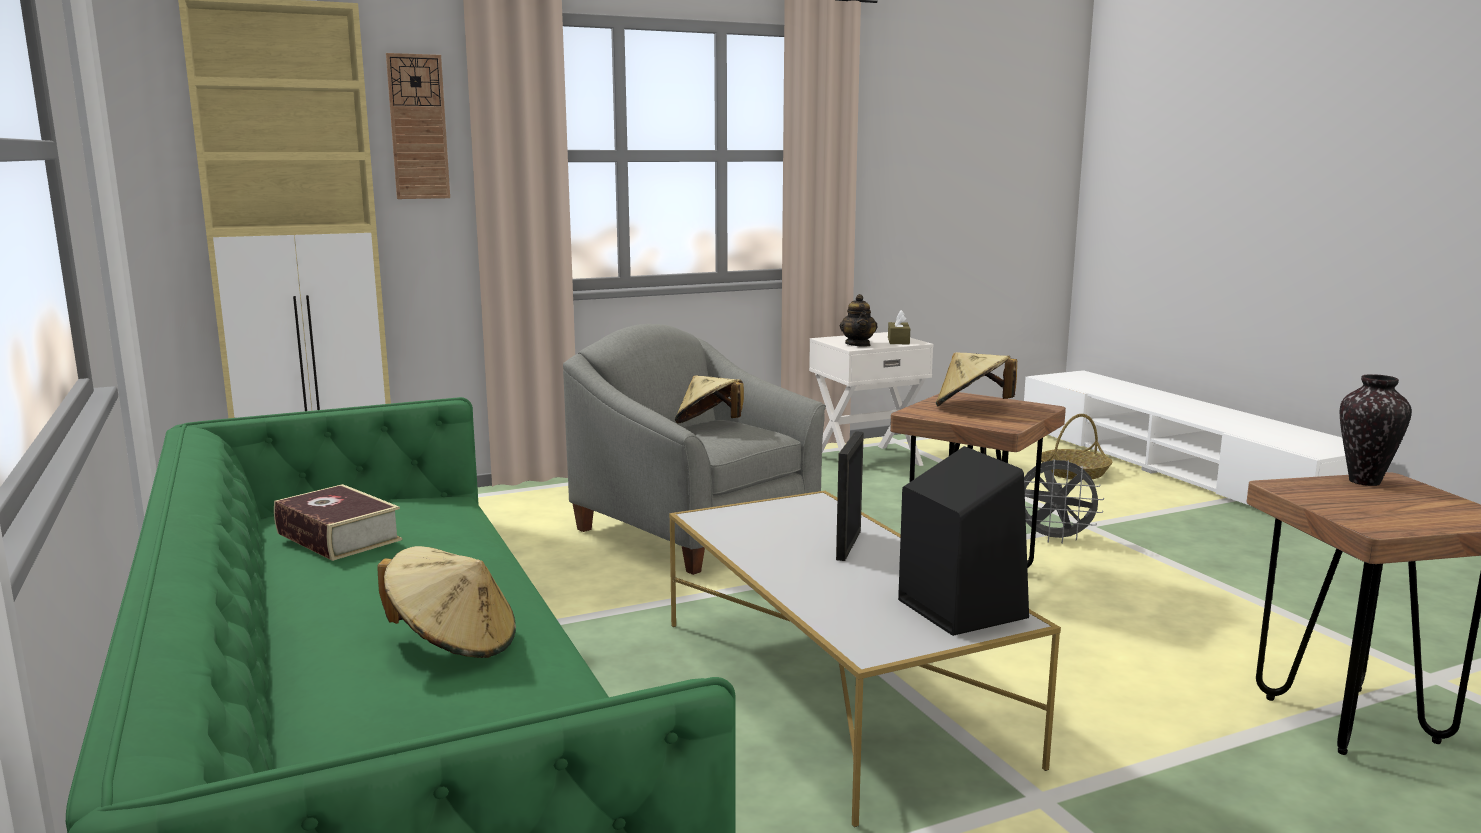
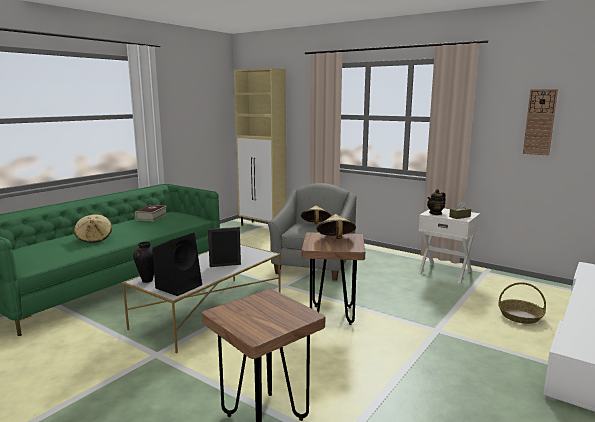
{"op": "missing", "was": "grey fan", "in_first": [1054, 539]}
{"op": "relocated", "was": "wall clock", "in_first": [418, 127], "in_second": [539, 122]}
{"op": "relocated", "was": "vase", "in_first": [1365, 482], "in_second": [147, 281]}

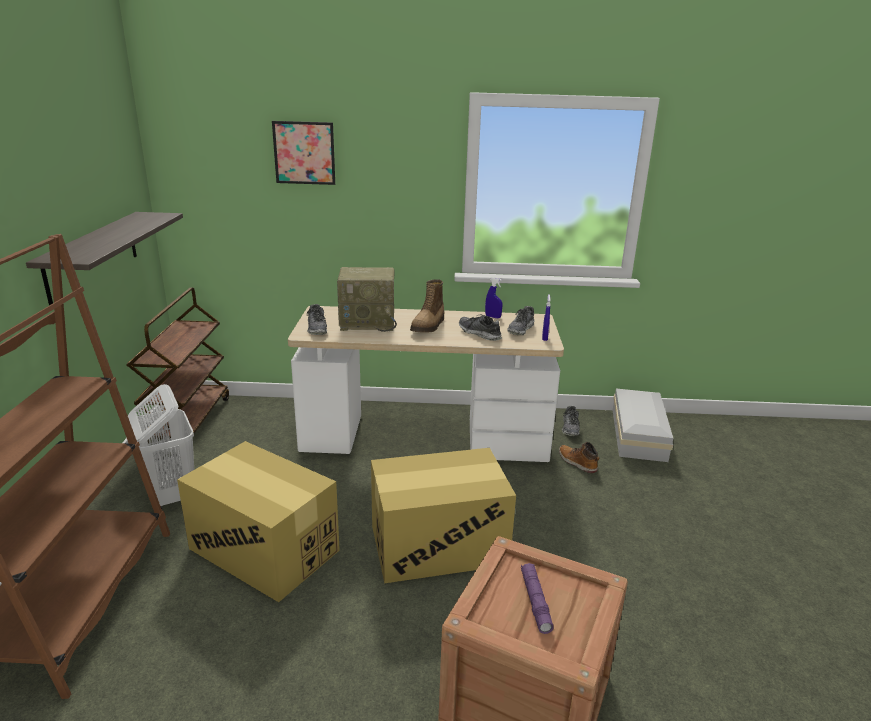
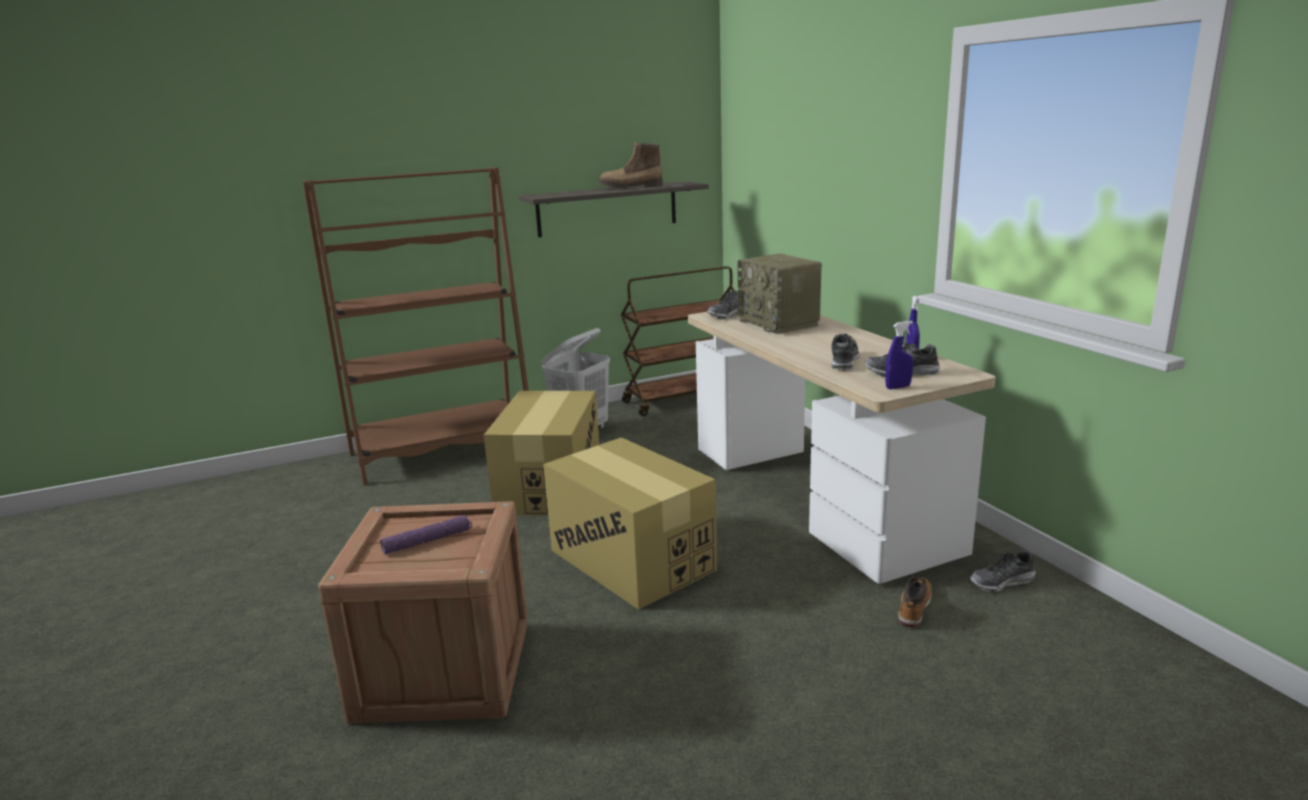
{"op": "missing", "was": "picture", "in_first": [304, 153]}
{"op": "missing", "was": "white storage box", "in_first": [639, 433]}
{"op": "relocated", "was": "boot", "in_first": [429, 326], "in_second": [630, 188]}

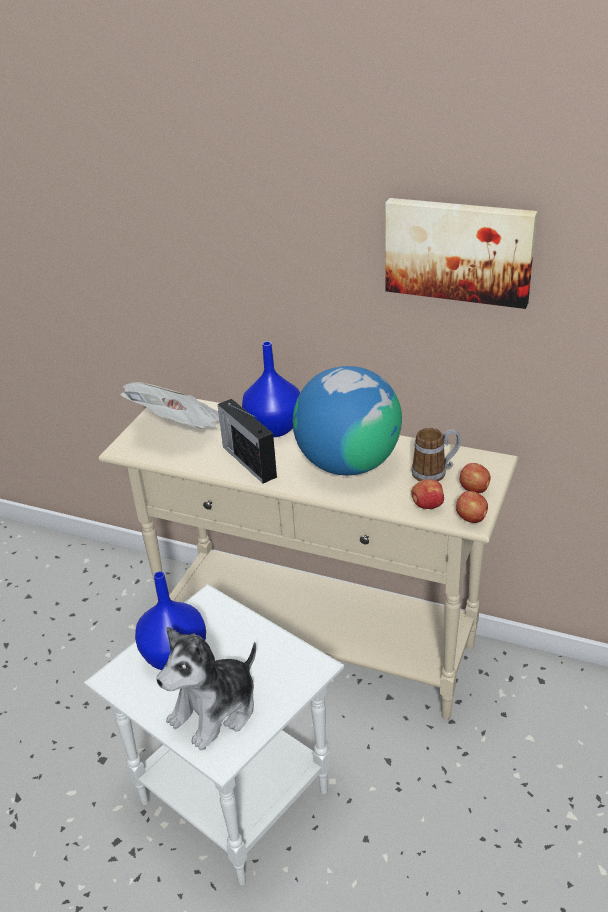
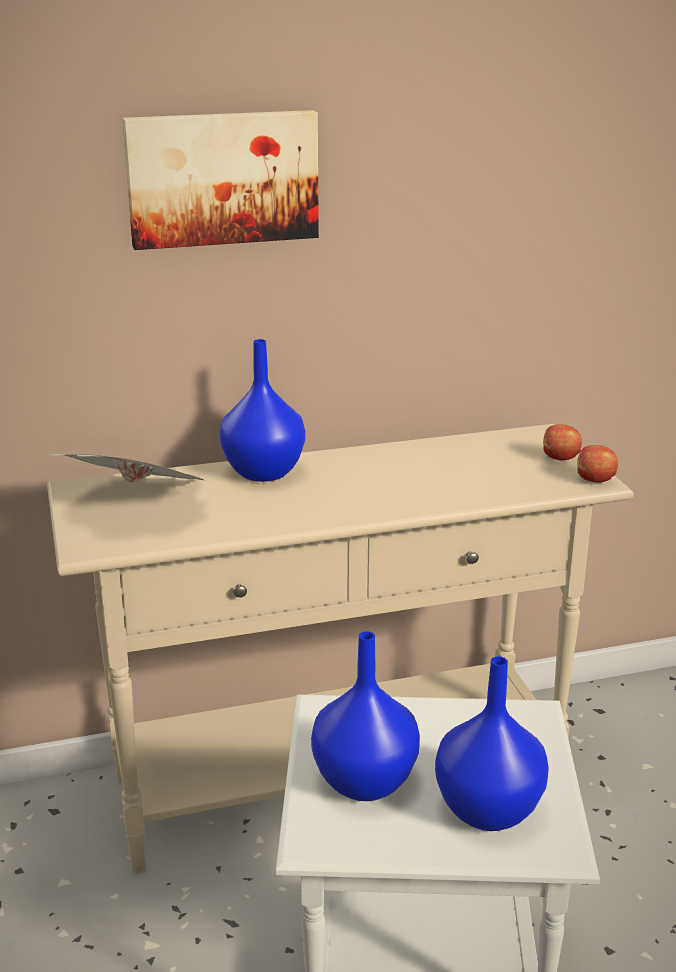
{"op": "missing", "was": "radio", "in_first": [248, 461]}
{"op": "missing", "was": "globe", "in_first": [348, 463]}
{"op": "missing", "was": "apple", "in_first": [427, 505]}
{"op": "missing", "was": "mug", "in_first": [435, 472]}
{"op": "relocated", "was": "picture", "in_first": [459, 250], "in_second": [222, 178]}
{"op": "exchanged", "was": "plush toy", "now": "blue vase", "in_first": [215, 710], "in_second": [490, 809]}

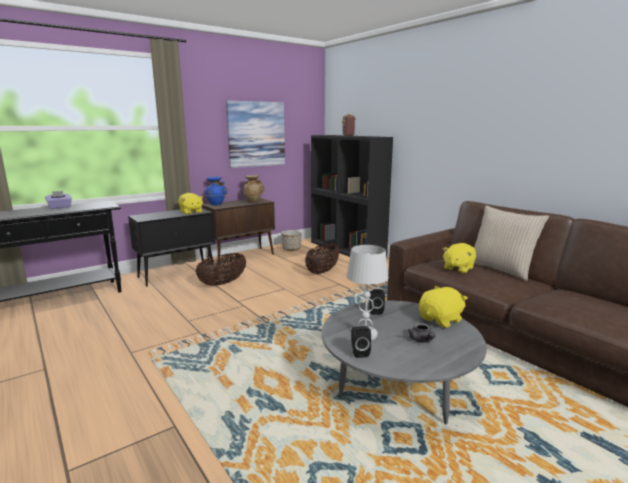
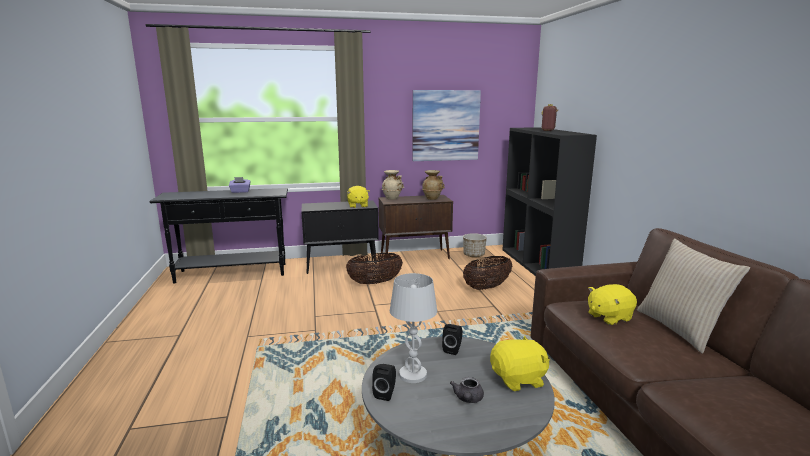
{"op": "colour", "was": "blue vase", "now": "beige vase", "in_first": [216, 204], "in_second": [392, 198]}

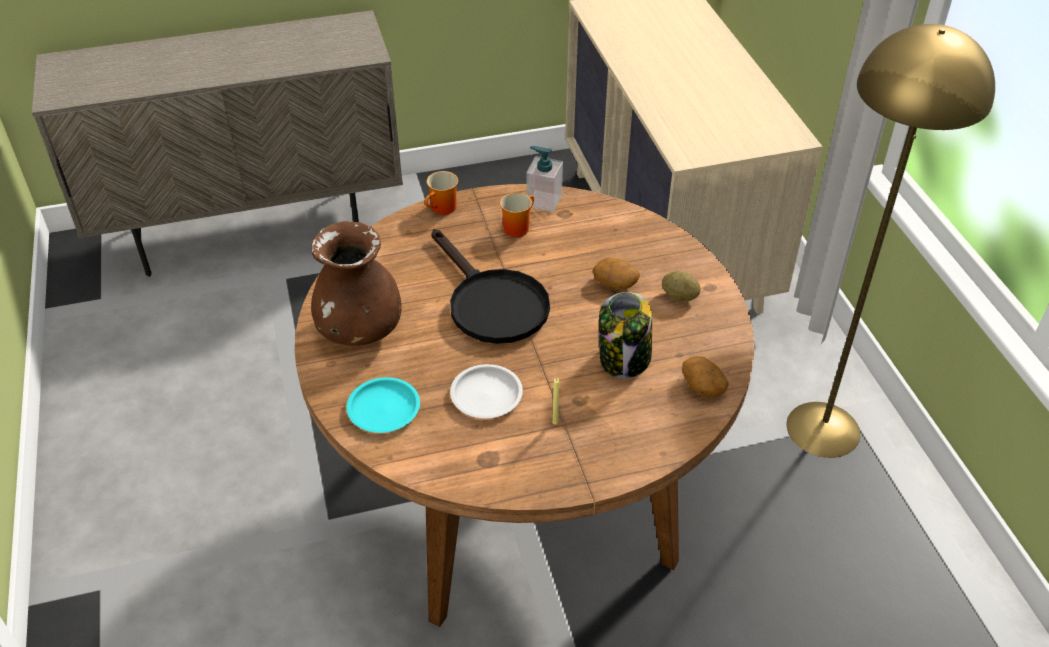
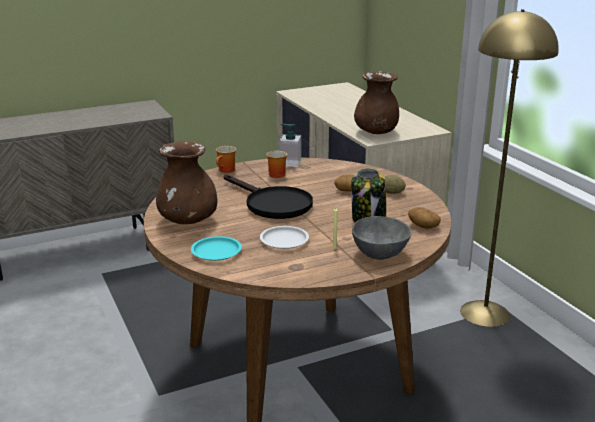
{"op": "appeared", "now": "grey bowl", "in_second": [380, 253]}
{"op": "appeared", "now": "brown vase", "in_second": [376, 132]}

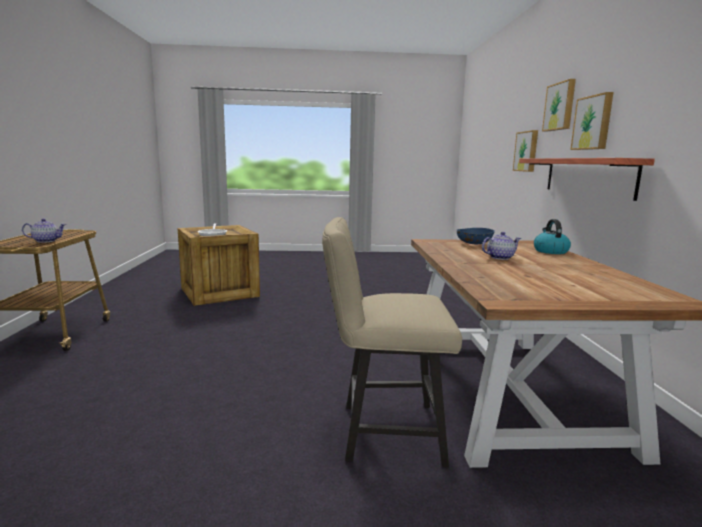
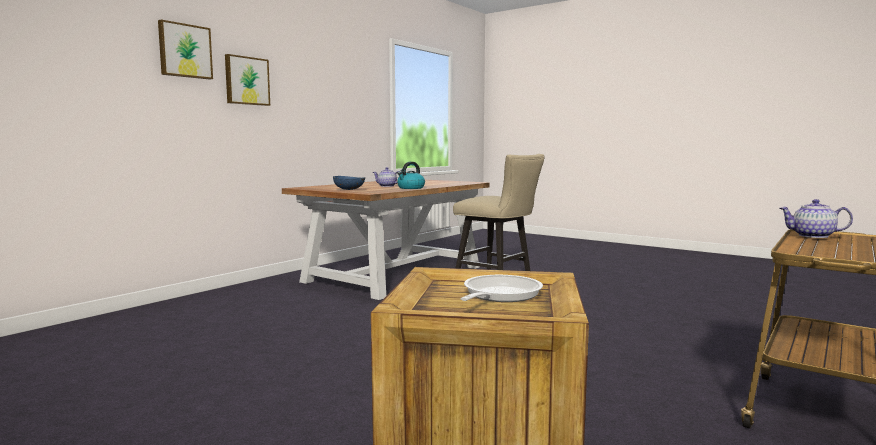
{"op": "missing", "was": "picture", "in_first": [527, 151]}
{"op": "missing", "was": "shelf", "in_first": [587, 176]}
{"op": "relocated", "was": "kettle", "in_first": [550, 251], "in_second": [410, 188]}

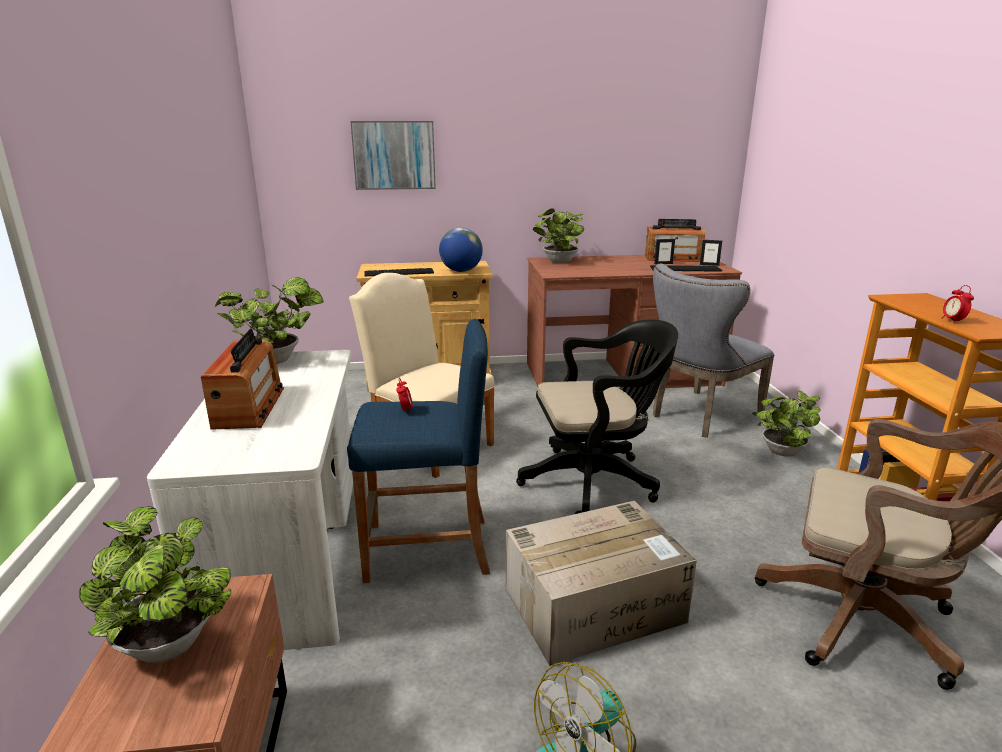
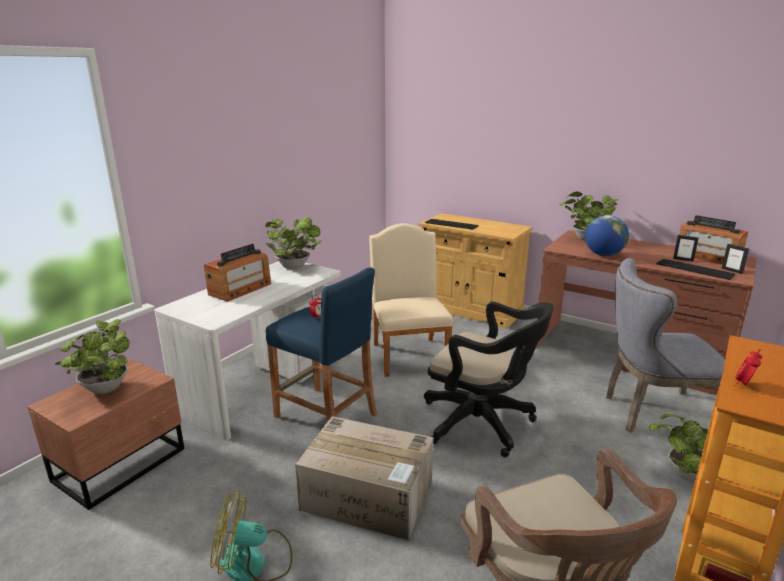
{"op": "missing", "was": "picture", "in_first": [394, 155]}
{"op": "relocated", "was": "globe", "in_first": [461, 271], "in_second": [603, 255]}

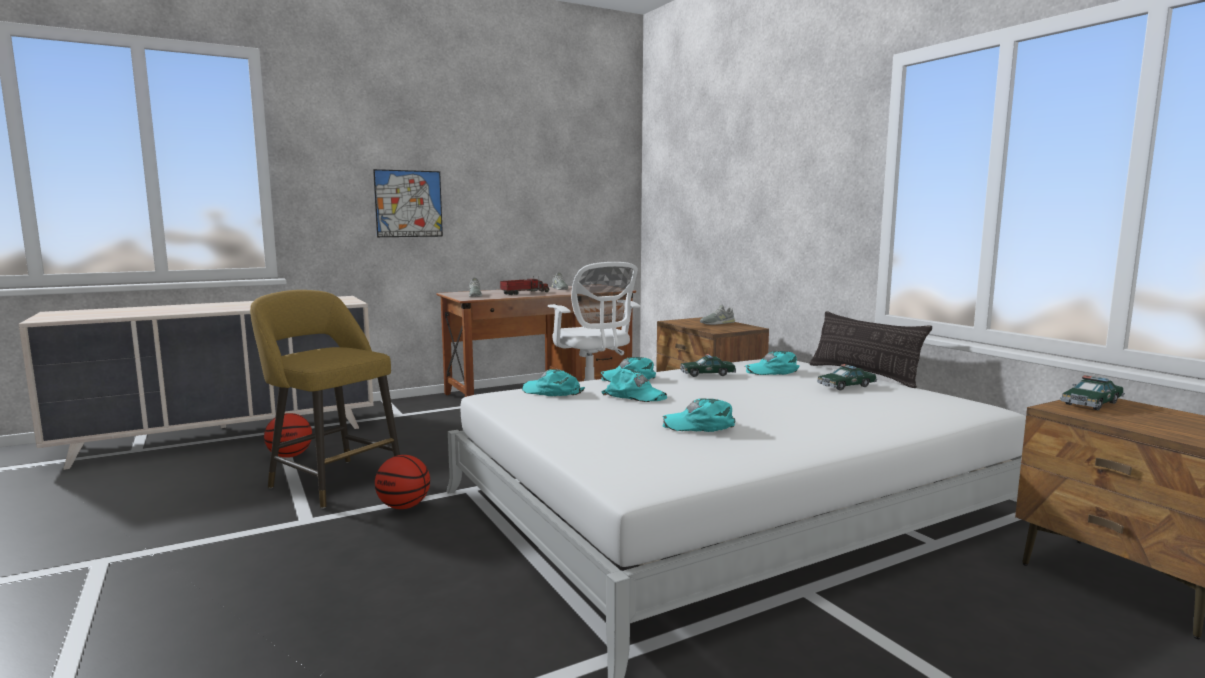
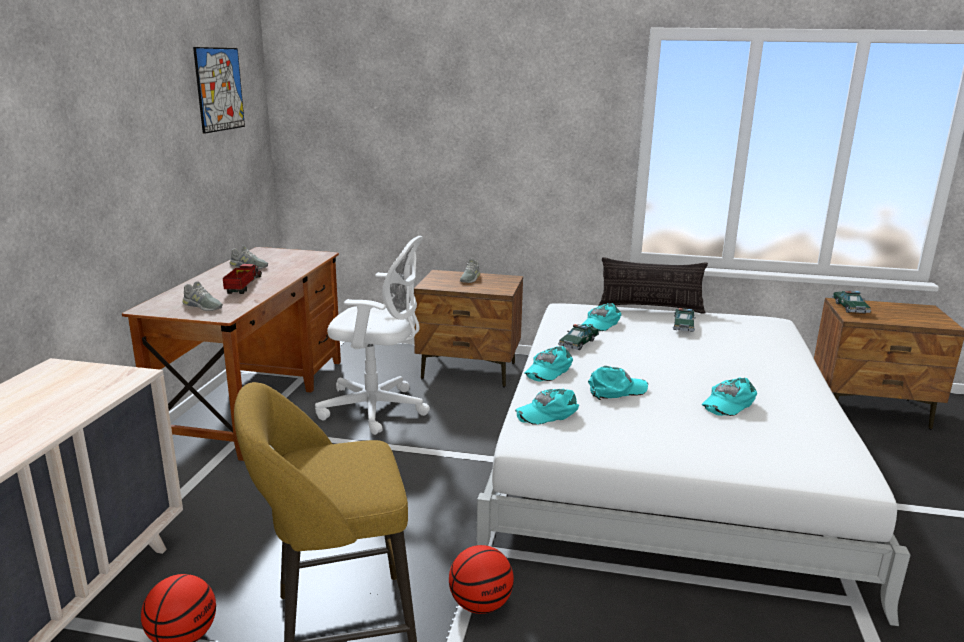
{"op": "relocated", "was": "picture", "in_first": [408, 203], "in_second": [219, 89]}

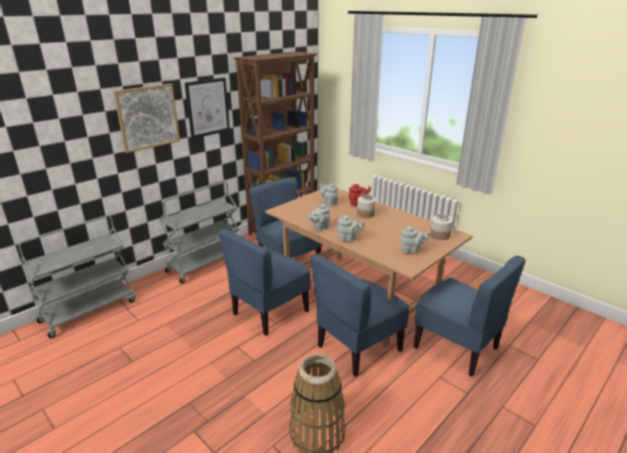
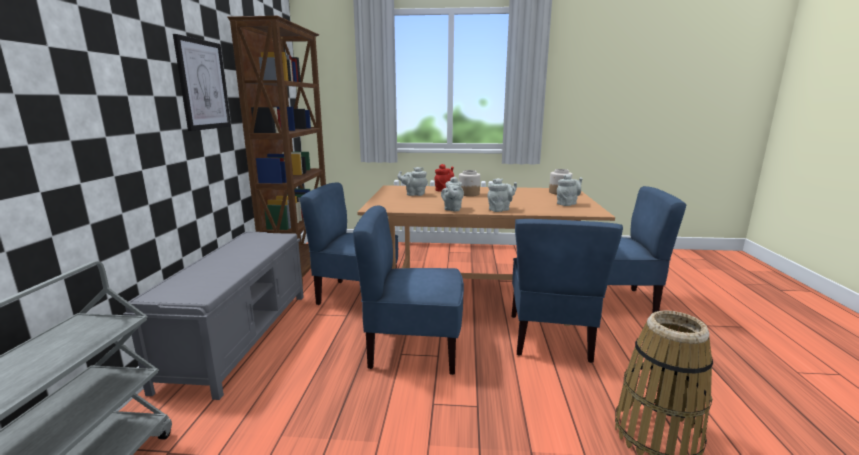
{"op": "missing", "was": "picture", "in_first": [147, 117]}
{"op": "exchanged", "was": "grey cart", "now": "grey bench", "in_first": [205, 263], "in_second": [240, 336]}
{"op": "spun", "was": "blue chair", "in_first": [269, 312], "in_second": [413, 349], "clockwise": 90}

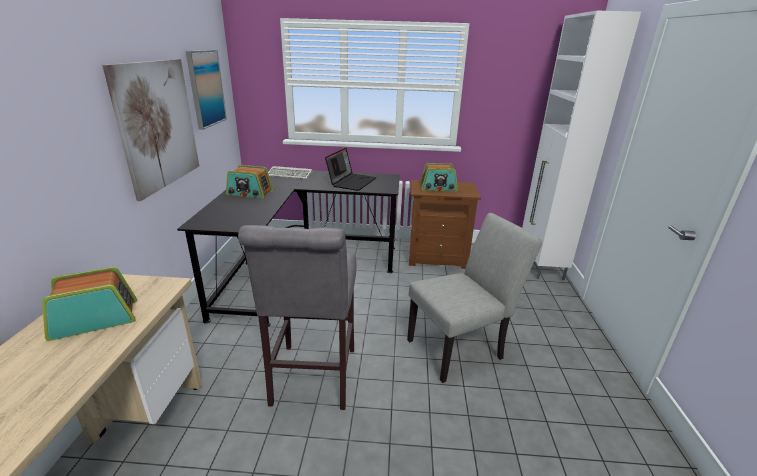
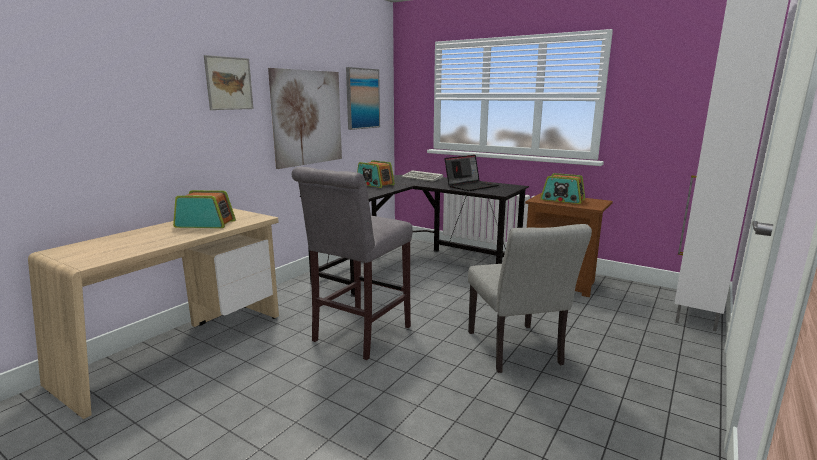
{"op": "appeared", "now": "picture", "in_second": [229, 83]}
{"op": "spun", "was": "grey chair", "in_first": [461, 347], "in_second": [517, 352], "clockwise": 75}

